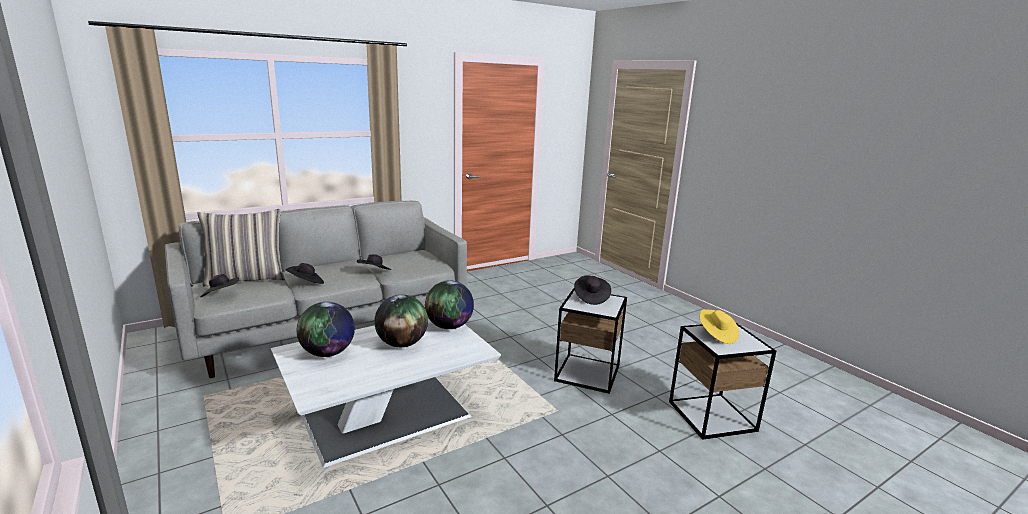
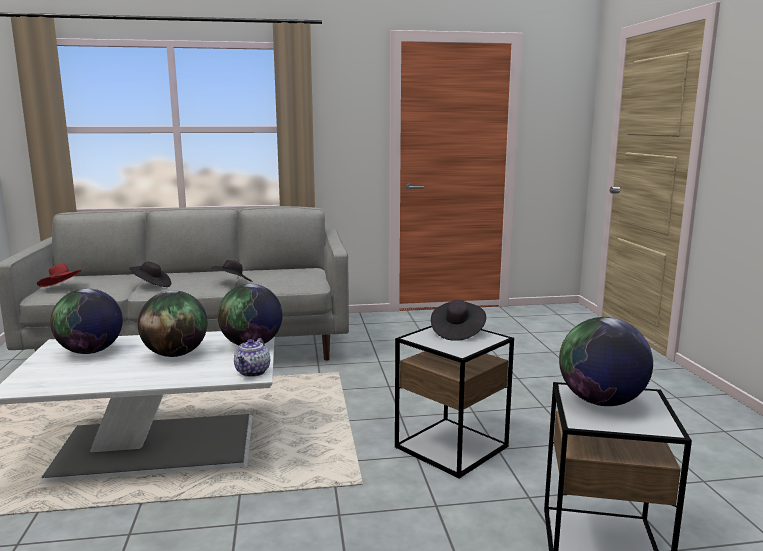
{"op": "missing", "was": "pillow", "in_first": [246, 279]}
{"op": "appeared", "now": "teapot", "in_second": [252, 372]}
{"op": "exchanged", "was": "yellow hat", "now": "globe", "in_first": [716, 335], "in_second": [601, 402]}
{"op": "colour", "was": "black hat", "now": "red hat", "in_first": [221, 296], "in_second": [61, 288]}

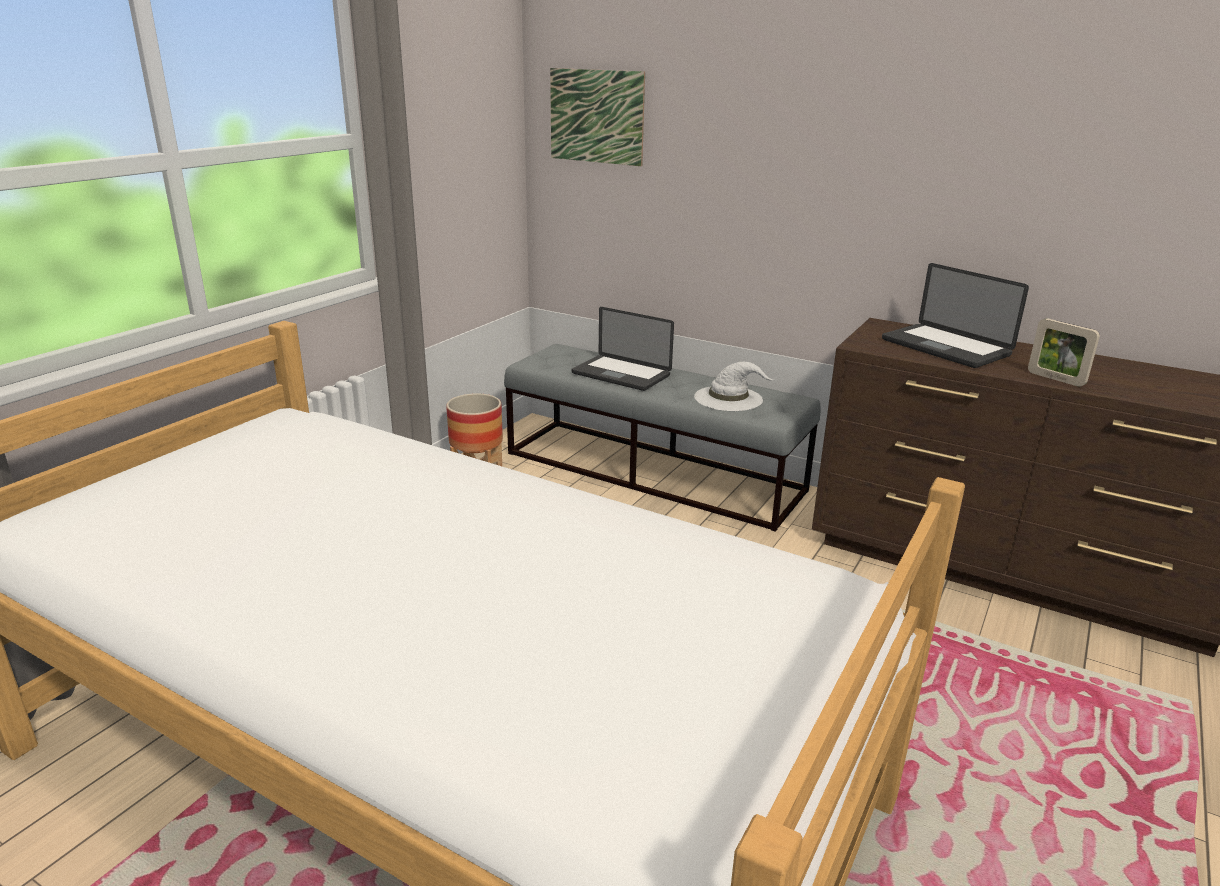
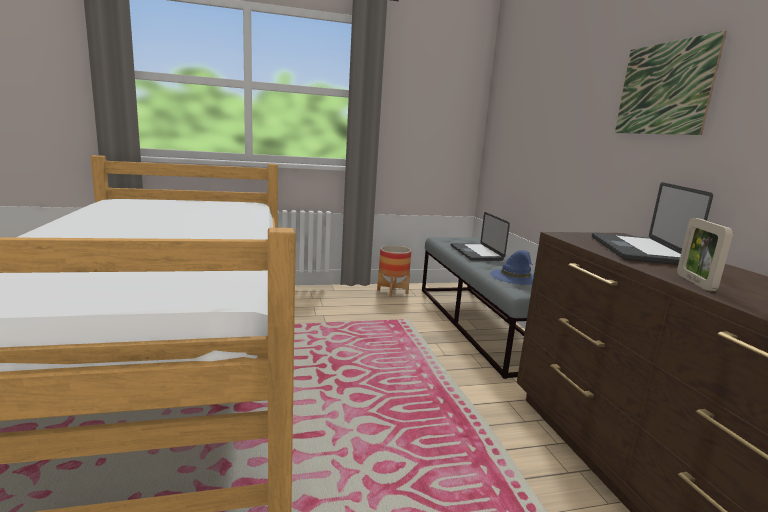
{"op": "relocated", "was": "picture", "in_first": [596, 116], "in_second": [664, 89]}
{"op": "colour", "was": "white hat", "now": "blue hat", "in_first": [729, 398], "in_second": [515, 277]}

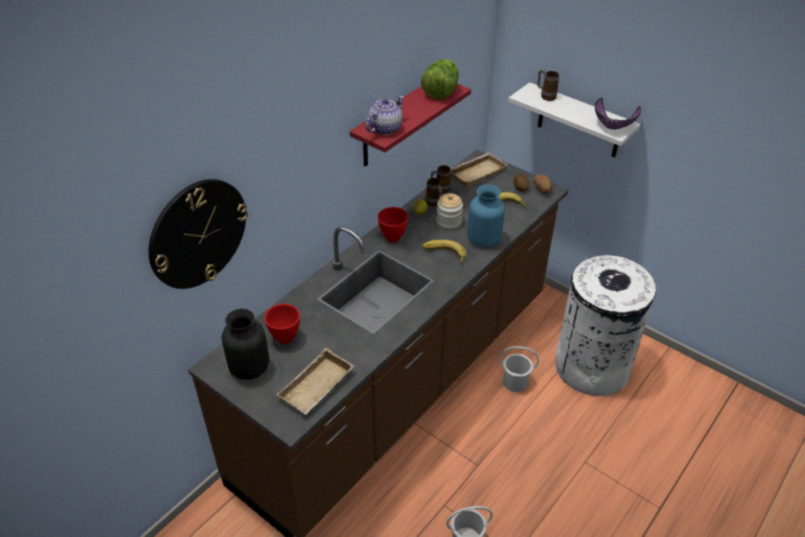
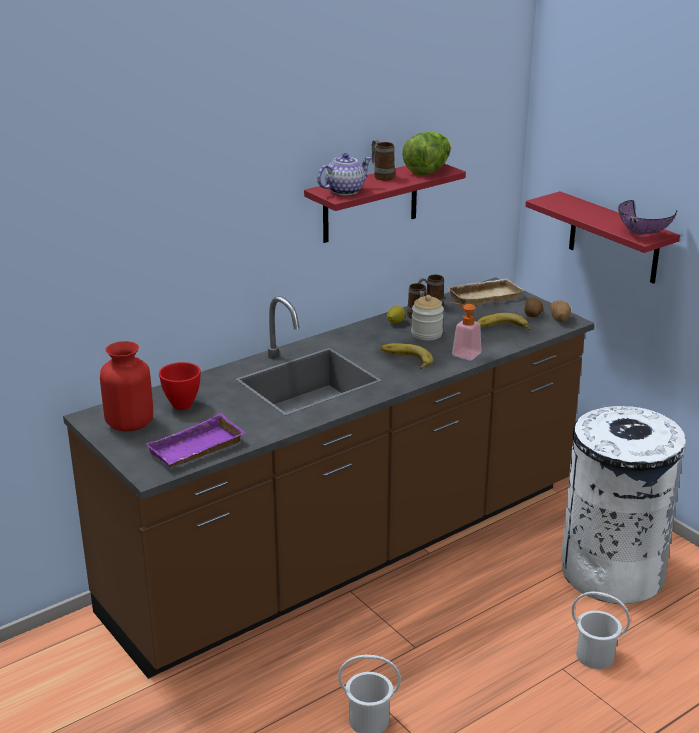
{"op": "missing", "was": "wall clock", "in_first": [198, 233]}
{"op": "missing", "was": "red bowl", "in_first": [392, 237]}
{"op": "relocated", "was": "white bucket", "in_first": [515, 382], "in_second": [595, 656]}
{"op": "relocated", "was": "mug", "in_first": [545, 96], "in_second": [381, 176]}
{"op": "exchanged", "was": "blue vase", "now": "soap dispenser", "in_first": [483, 239], "in_second": [461, 353]}
{"op": "colour", "was": "black vase", "now": "red vase", "in_first": [249, 367], "in_second": [130, 423]}
{"op": "colour", "was": "beige tray", "now": "purple tray", "in_first": [317, 388], "in_second": [196, 450]}
{"op": "colour", "was": "white shelf", "now": "red shelf", "in_first": [579, 121], "in_second": [614, 238]}

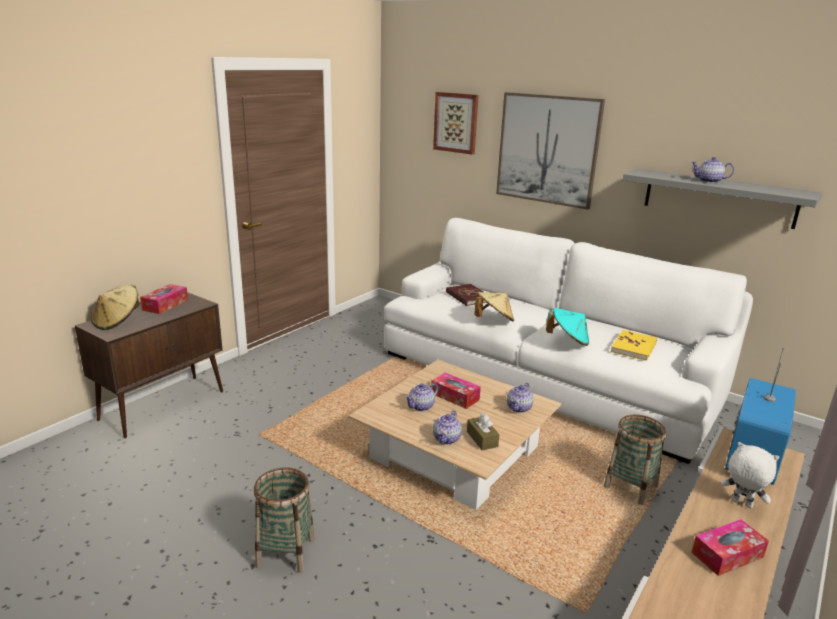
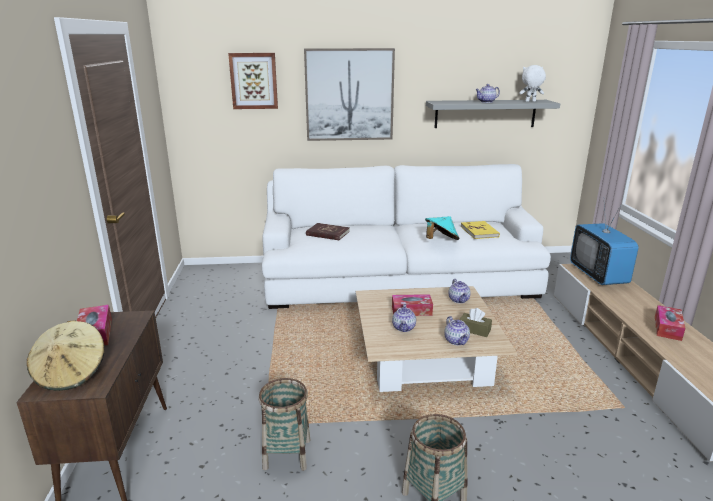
{"op": "missing", "was": "beige hat", "in_first": [493, 320]}
{"op": "relocated", "was": "basket", "in_first": [630, 487], "in_second": [287, 454]}
{"op": "relocated", "was": "white plush toy", "in_first": [741, 504], "in_second": [530, 101]}

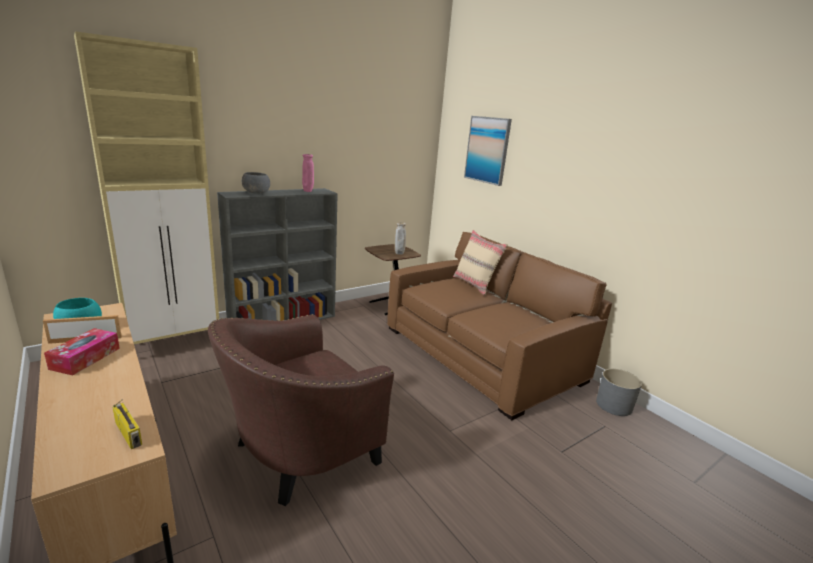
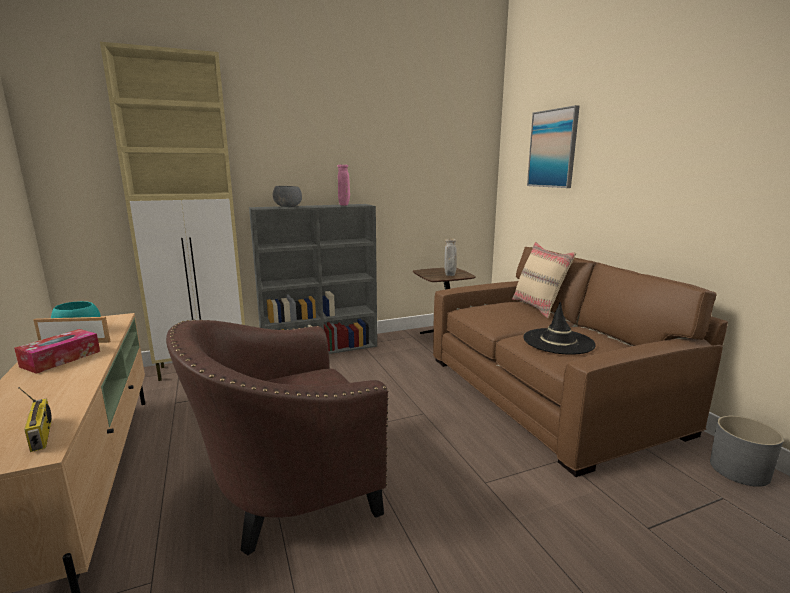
{"op": "appeared", "now": "black hat", "in_second": [558, 342]}

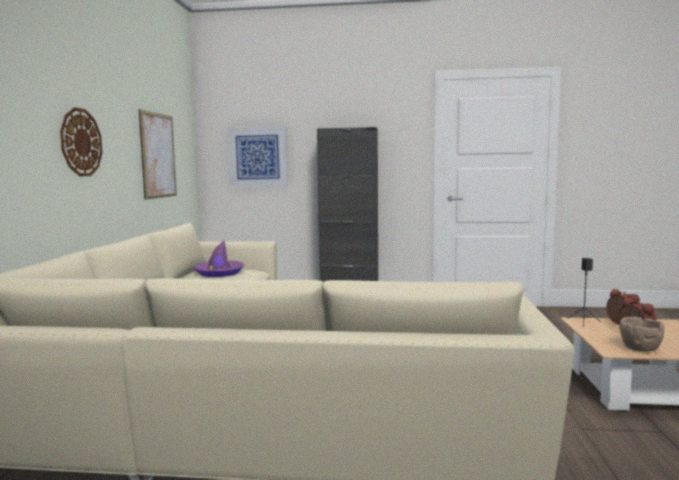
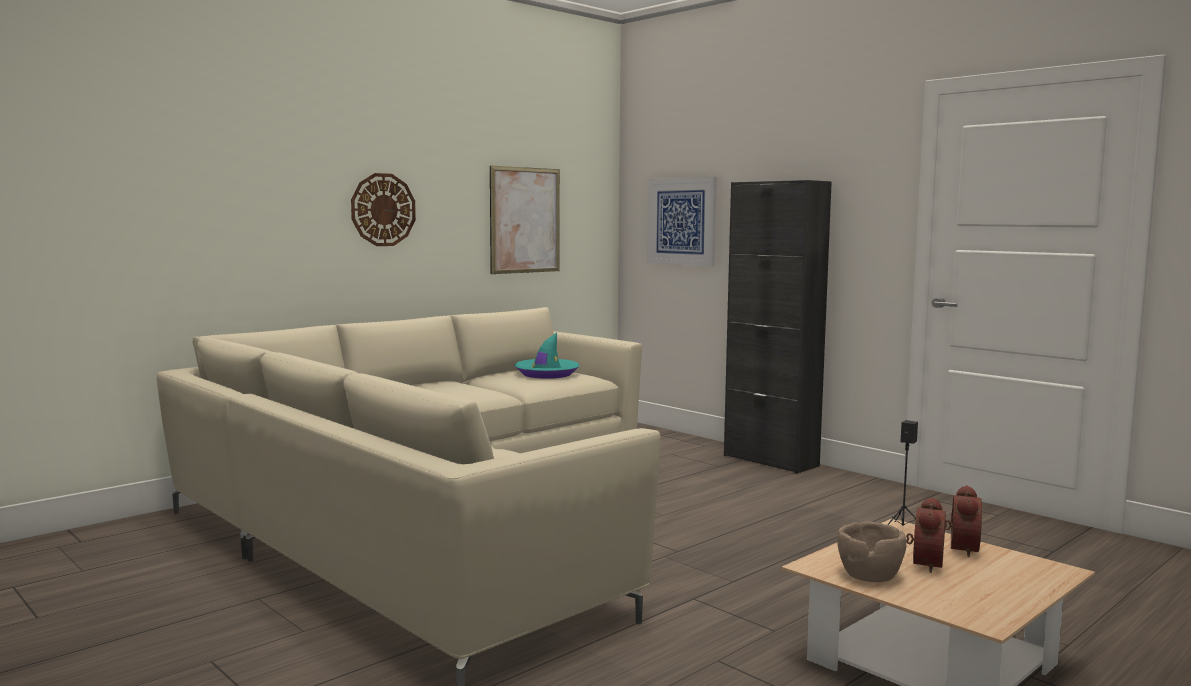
{"op": "colour", "was": "purple hat", "now": "turquoise hat", "in_first": [219, 273], "in_second": [547, 374]}

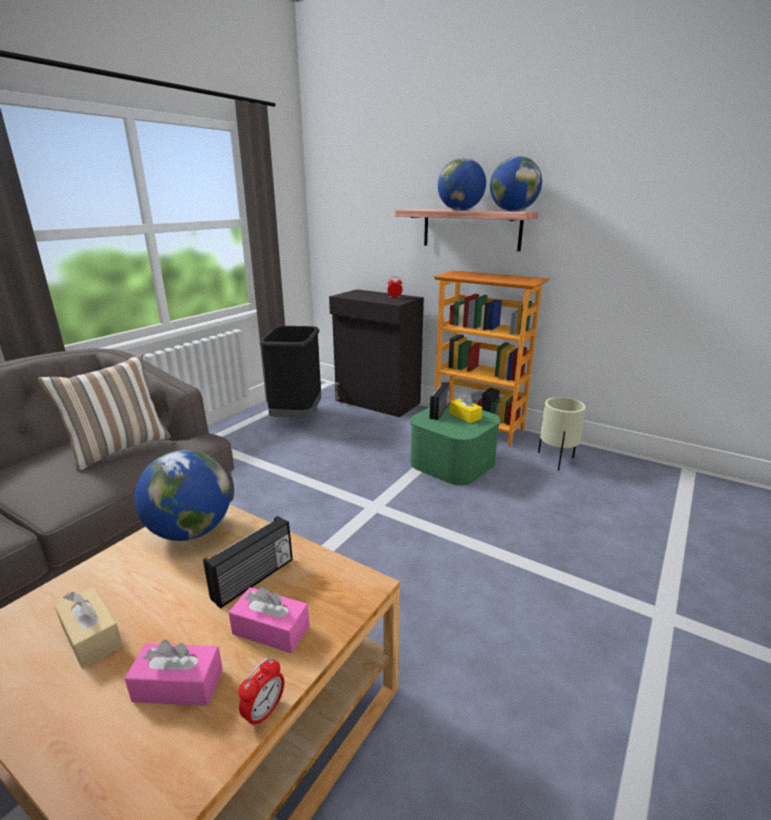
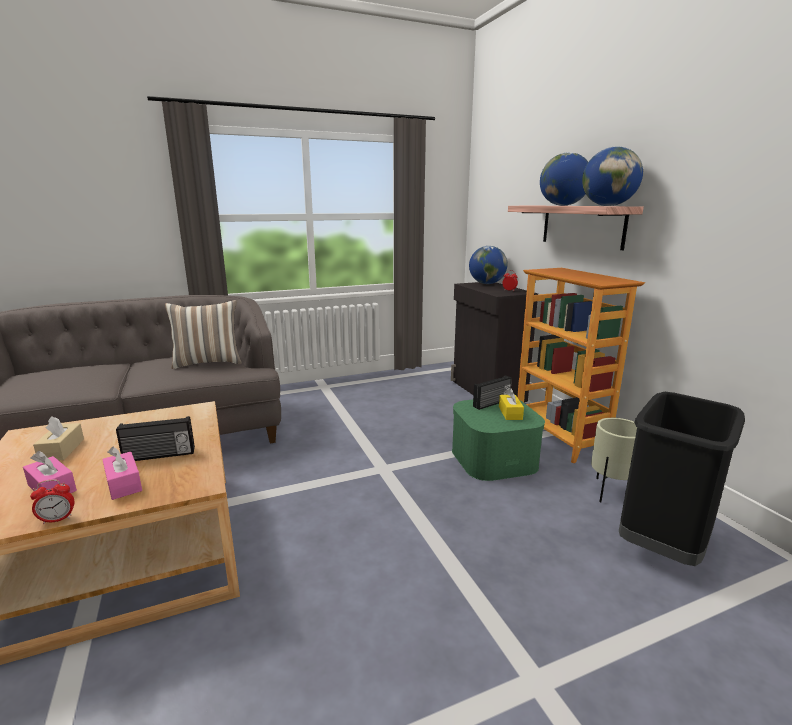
{"op": "relocated", "was": "globe", "in_first": [191, 531], "in_second": [486, 284]}
{"op": "relocated", "was": "black trash can", "in_first": [296, 417], "in_second": [662, 544]}

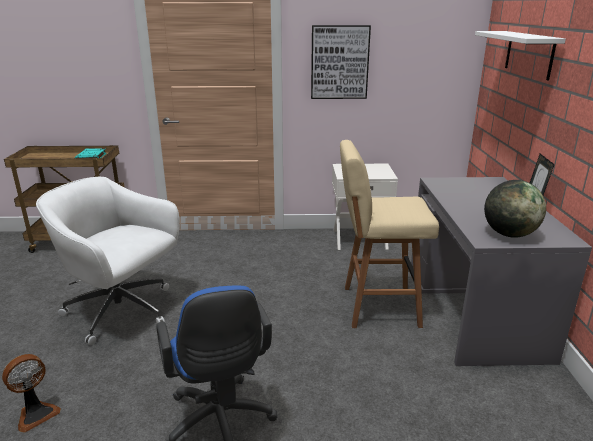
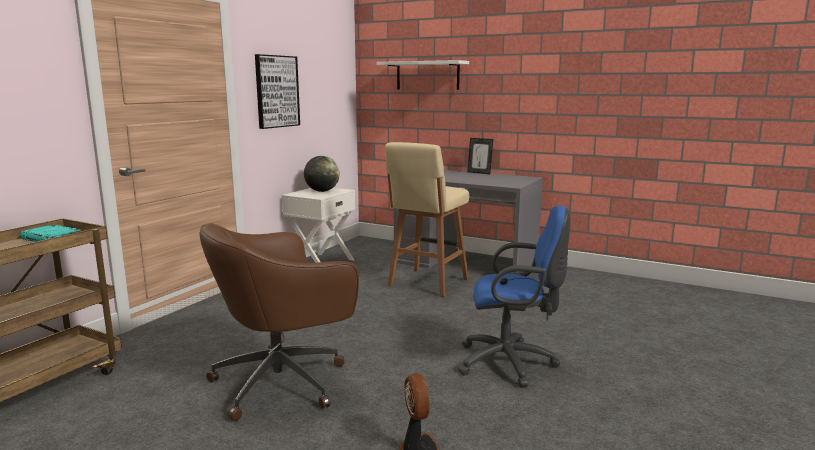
{"op": "relocated", "was": "globe", "in_first": [509, 234], "in_second": [322, 191]}
{"op": "colour", "was": "white office chair", "now": "brown office chair", "in_first": [122, 311], "in_second": [283, 381]}

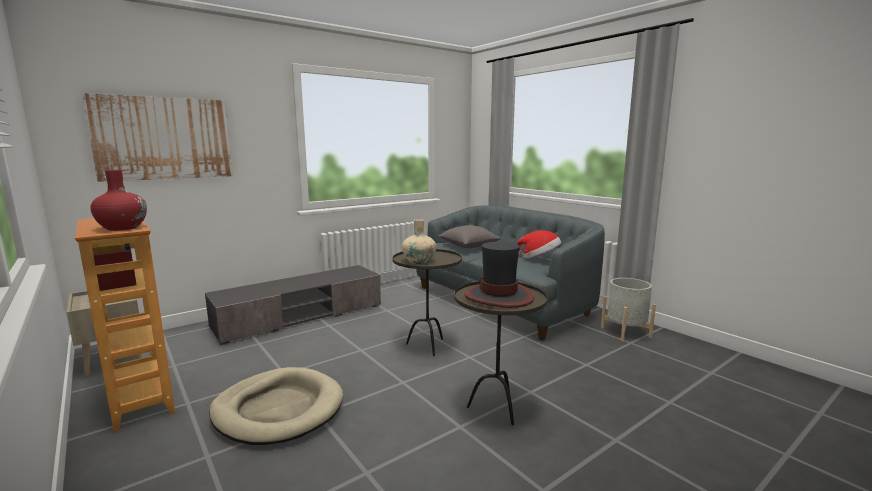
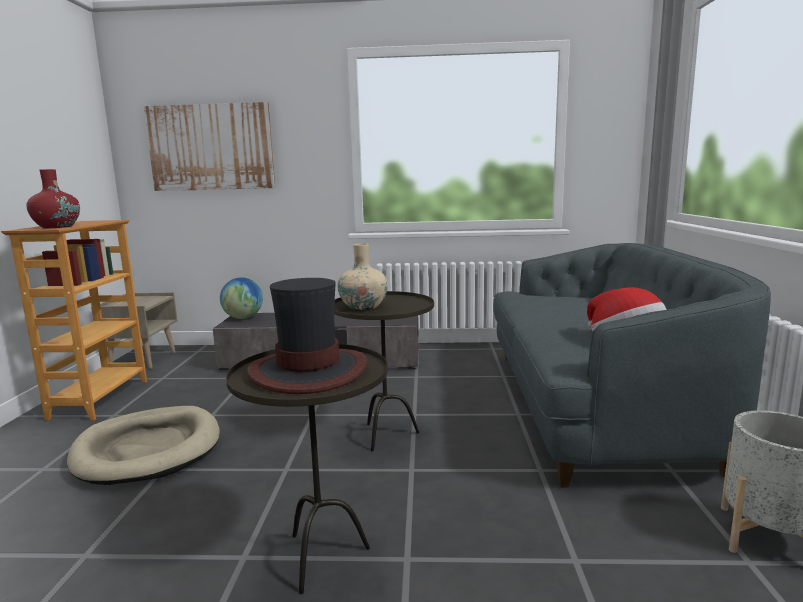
{"op": "missing", "was": "grey pillow", "in_first": [468, 246]}
{"op": "appeared", "now": "globe", "in_second": [243, 318]}

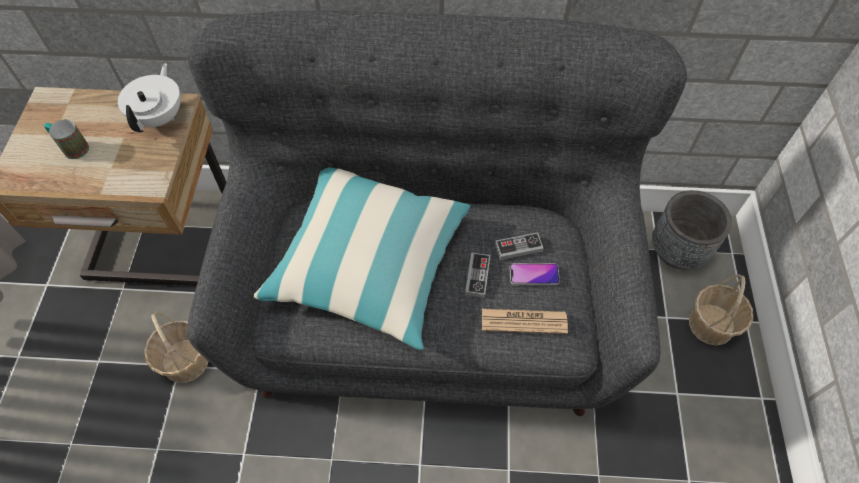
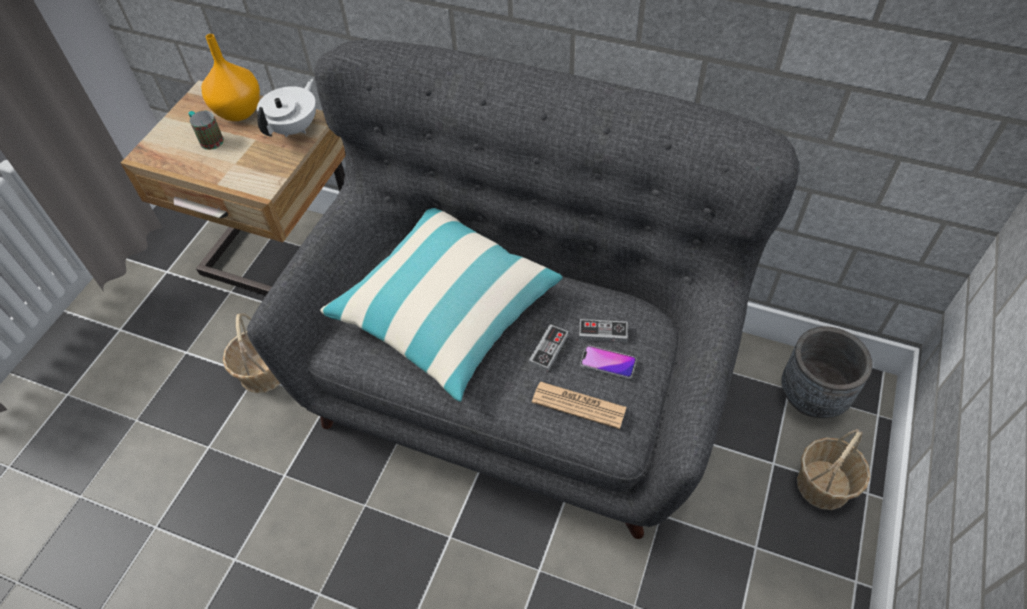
{"op": "appeared", "now": "orange vase", "in_second": [237, 112]}

